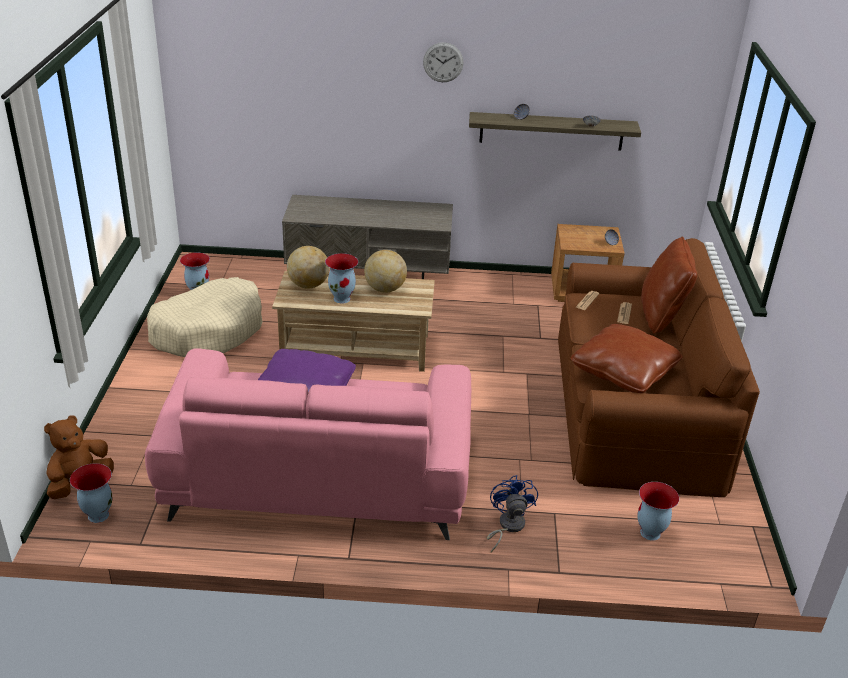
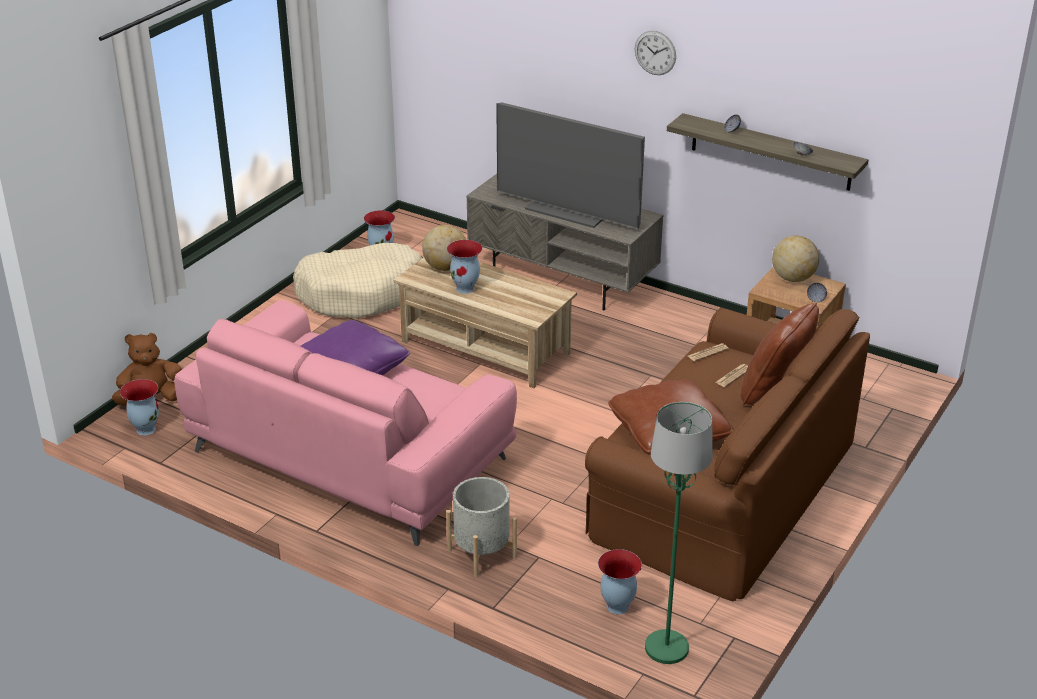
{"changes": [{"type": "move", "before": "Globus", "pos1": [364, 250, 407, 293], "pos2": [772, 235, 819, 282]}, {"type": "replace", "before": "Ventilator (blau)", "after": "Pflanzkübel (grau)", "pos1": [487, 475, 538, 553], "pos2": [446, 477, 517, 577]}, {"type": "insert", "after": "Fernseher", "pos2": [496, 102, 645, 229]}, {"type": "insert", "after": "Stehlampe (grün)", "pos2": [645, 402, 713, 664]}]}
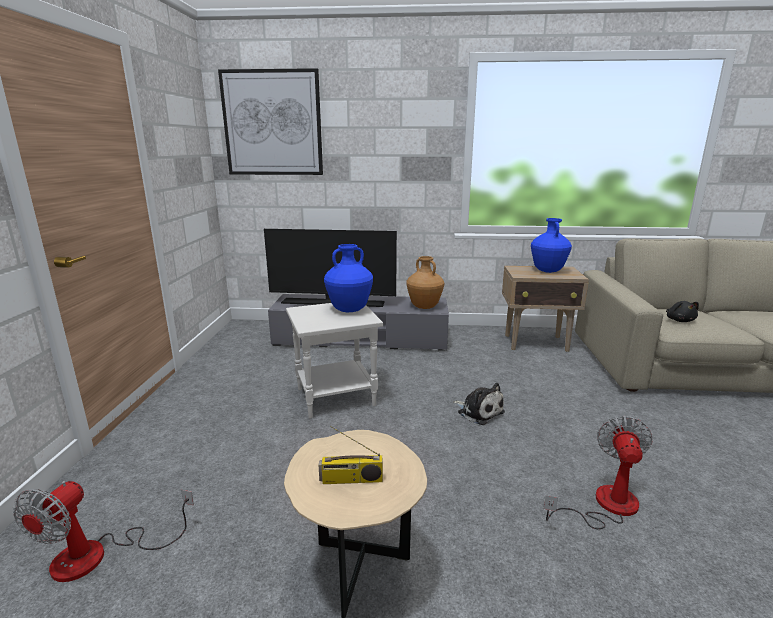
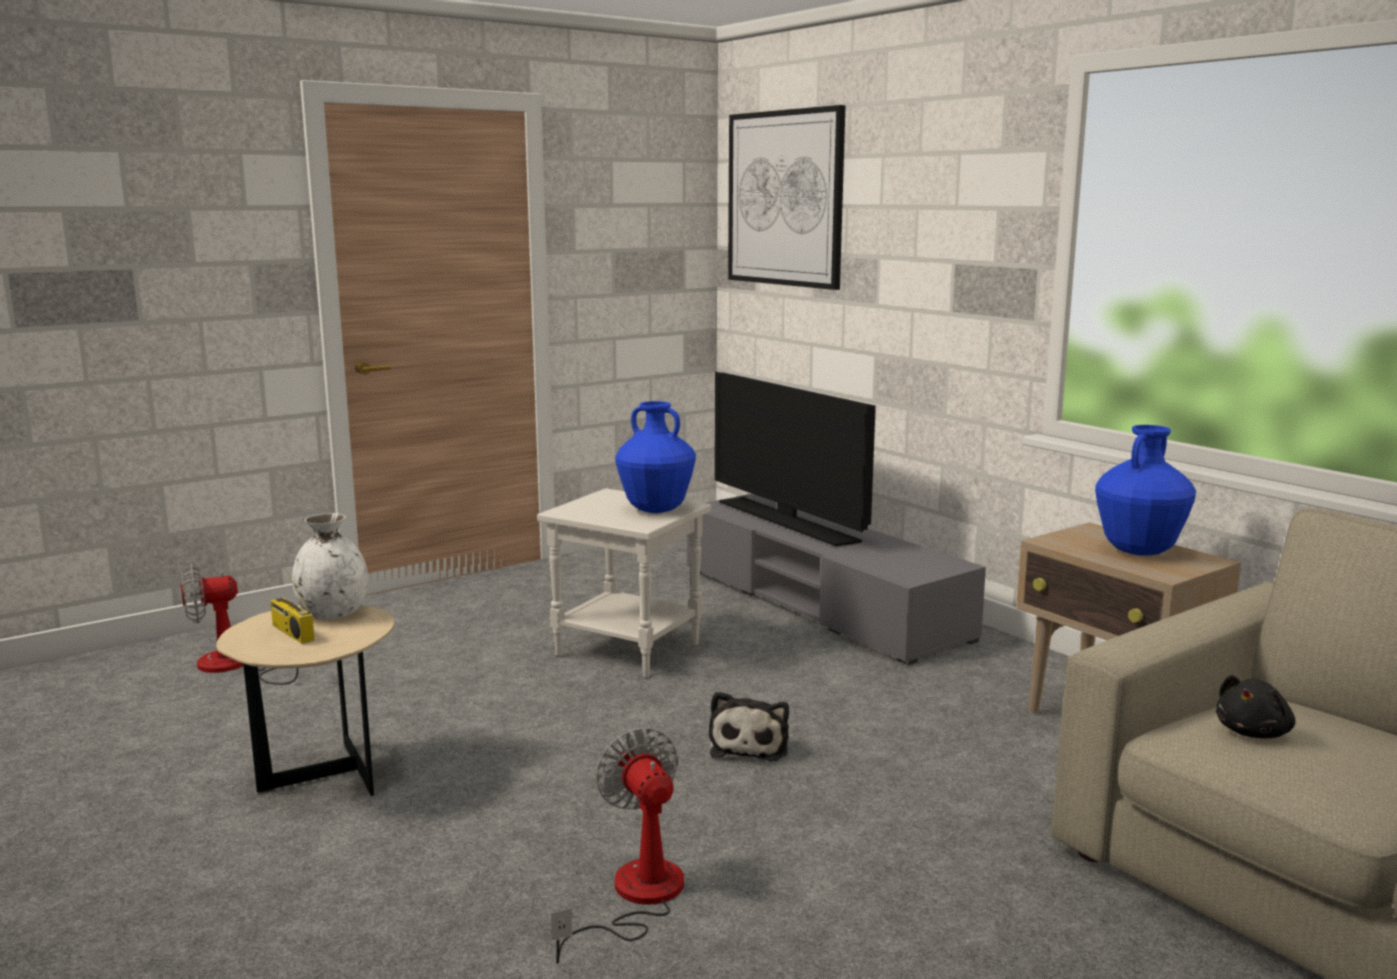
{"changes": [{"type": "delete", "before": "Vase (braun)", "pos1": [407, 256, 444, 309]}, {"type": "rotate", "before": "Ventilator", "pos1": [544, 416, 653, 529], "pos2": [551, 727, 684, 964], "turn": -90}, {"type": "insert", "after": "Vase (weiß)", "pos2": [292, 513, 368, 619]}]}
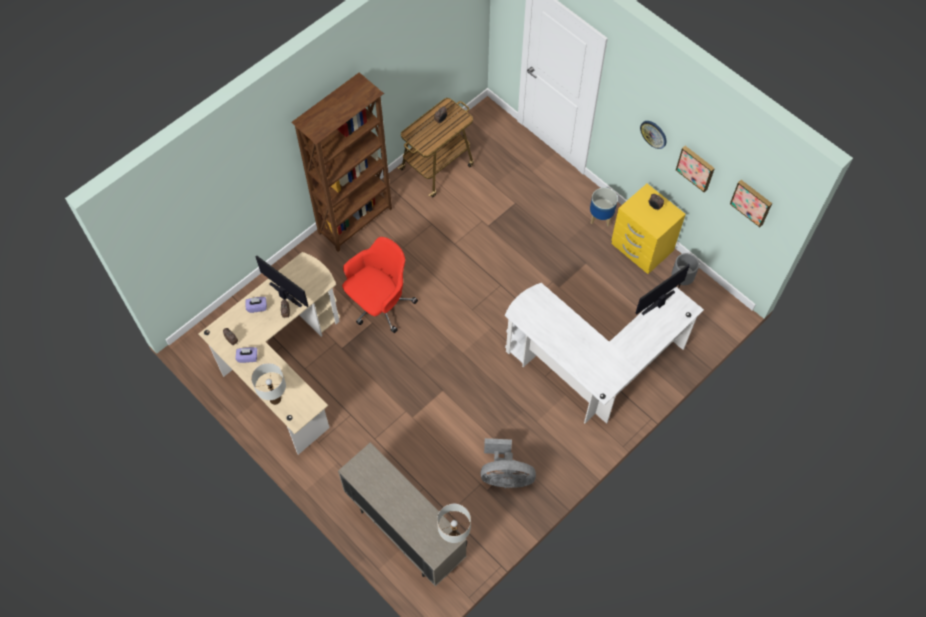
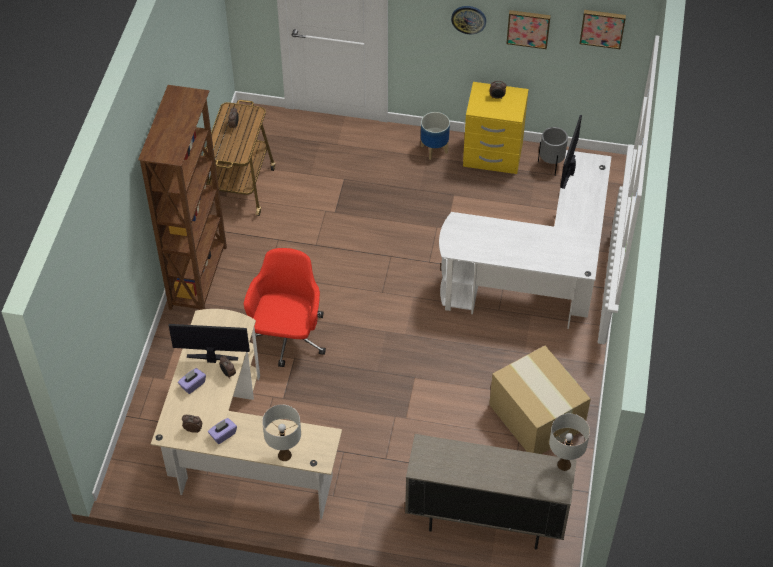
{"changes": [{"type": "replace", "before": "Ventilator (grau)", "after": "Karton", "pos1": [481, 438, 536, 489], "pos2": [489, 346, 591, 454]}]}
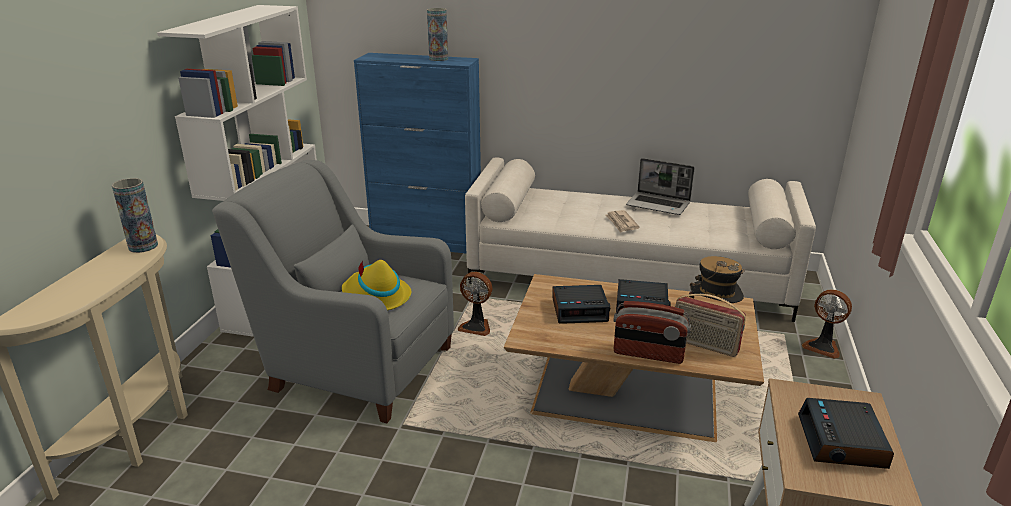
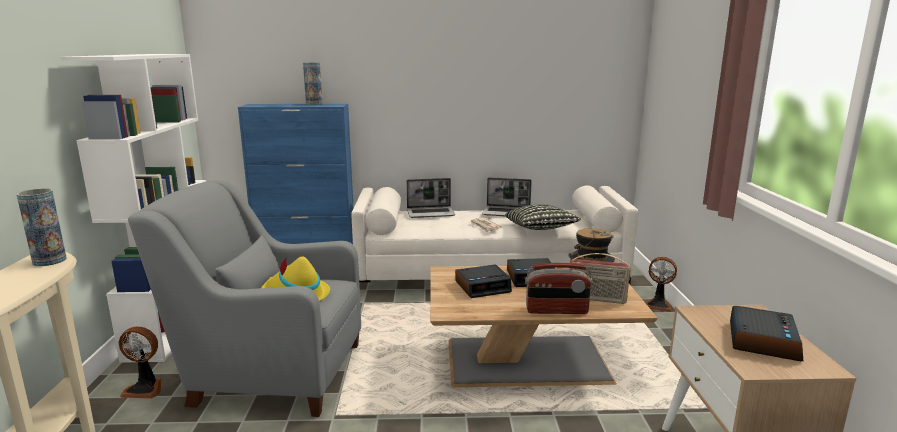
{"changes": [{"type": "move", "before": "Ventilator", "pos1": [458, 272, 492, 336], "pos2": [119, 326, 161, 398]}, {"type": "rotate", "before": "Wecker", "pos1": [798, 398, 894, 469], "pos2": [730, 306, 803, 361], "turn": -150}, {"type": "insert", "after": "Laptop", "pos2": [406, 178, 455, 218]}, {"type": "insert", "after": "Kissen", "pos2": [505, 204, 581, 230]}]}
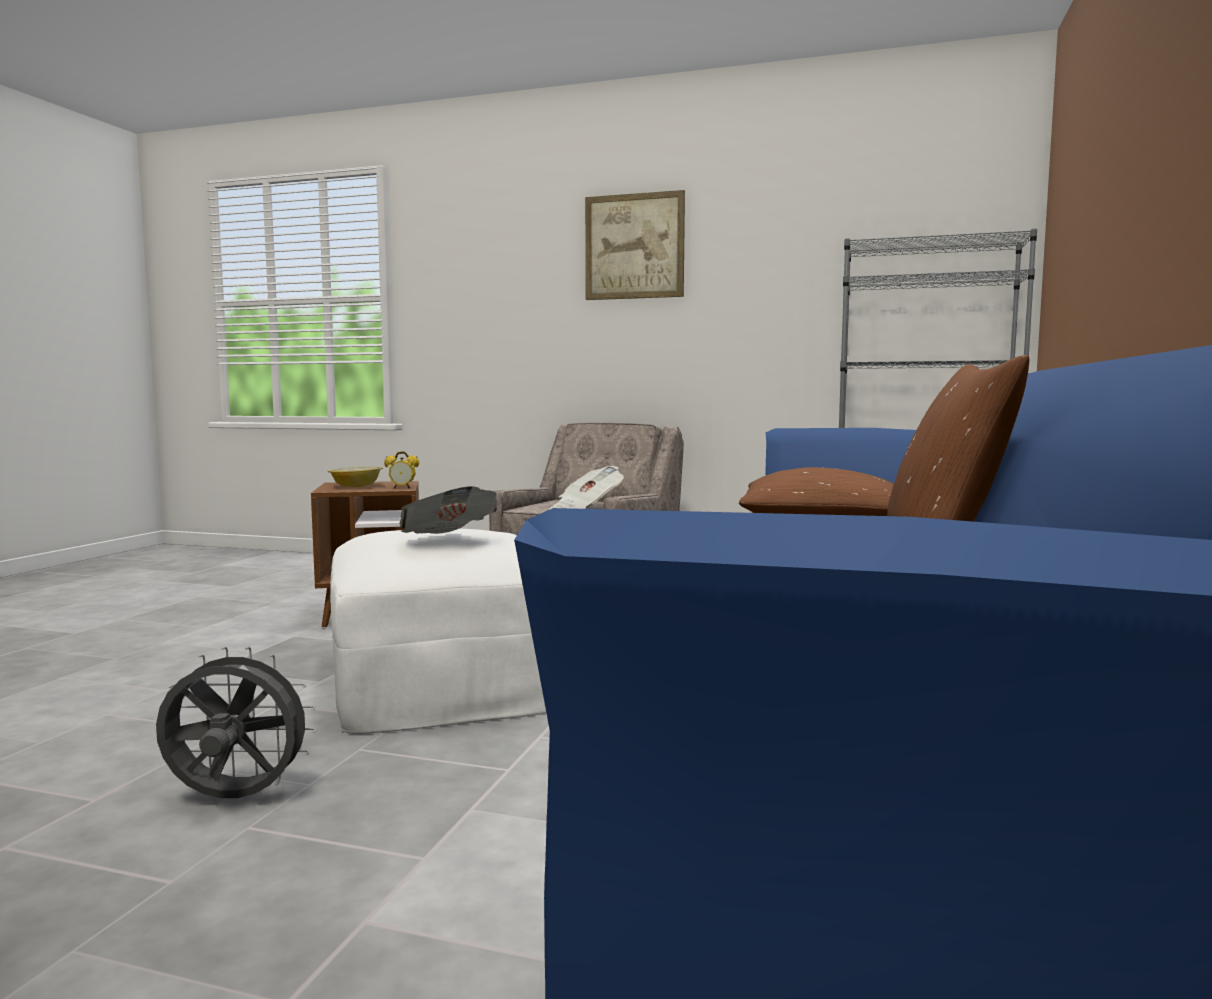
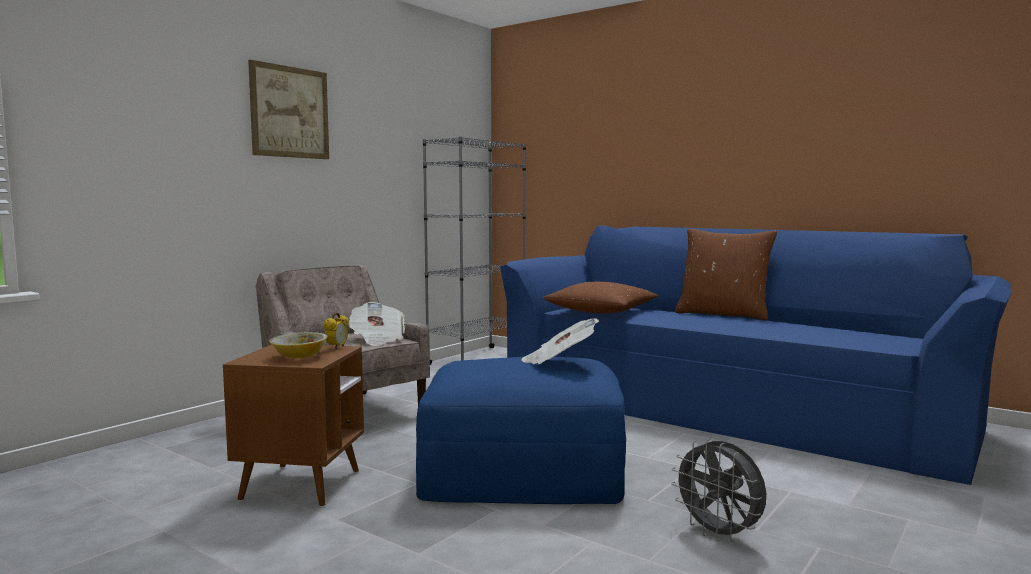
{"changes": [{"type": "rotate", "before": "Ventilator (grau)", "pos1": [156, 647, 316, 798], "pos2": [671, 439, 766, 542], "turn": -60}, {"type": "recolor", "before": "Polsterhocker (weiß)", "after": "Polsterhocker (blau)", "pos1": [330, 529, 546, 734], "pos2": [416, 357, 626, 504]}]}
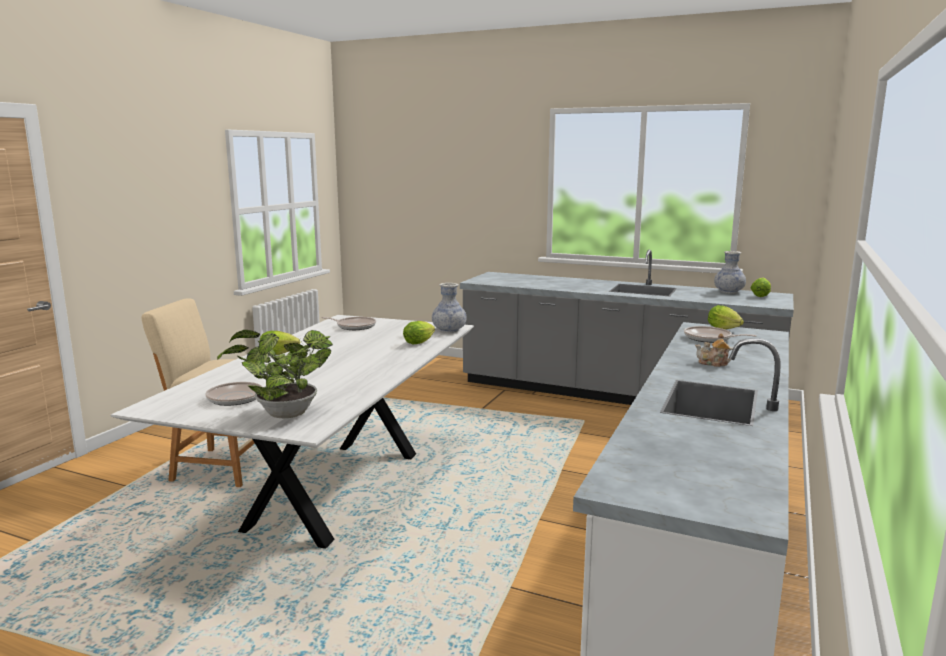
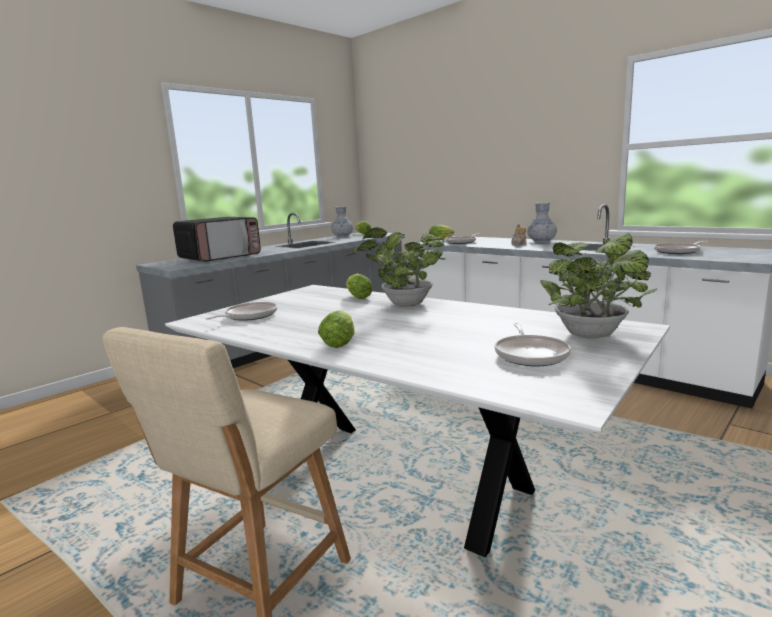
{"changes": [{"type": "move", "before": "Vase", "pos1": [432, 283, 467, 333], "pos2": [527, 202, 557, 243]}, {"type": "insert", "after": "Mikrowelle", "pos2": [173, 217, 261, 262]}, {"type": "insert", "after": "Topfpflanze", "pos2": [353, 227, 445, 307]}, {"type": "insert", "after": "Pfanne", "pos2": [654, 241, 707, 254]}]}
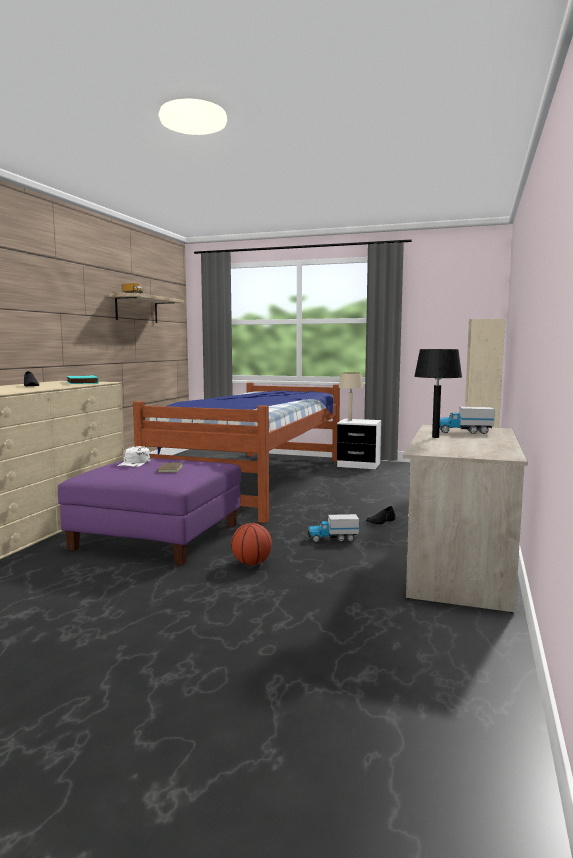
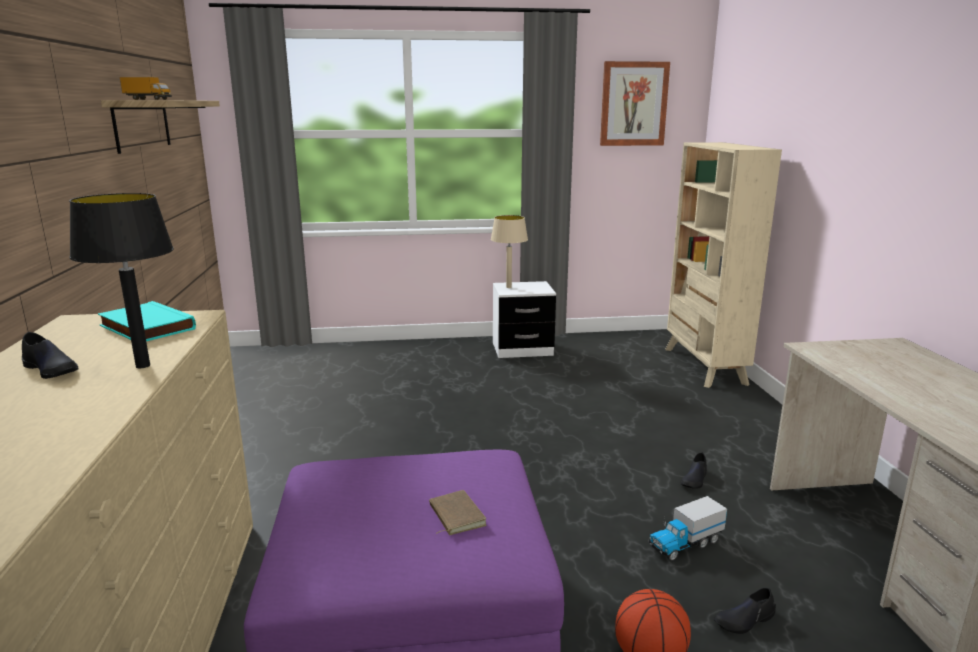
{"changes": [{"type": "delete", "before": "Kappe (weiß)", "pos1": [118, 446, 150, 467]}, {"type": "delete", "before": "Bett", "pos1": [133, 383, 340, 523]}, {"type": "move", "before": "Tischlampe (schwarz)", "pos1": [414, 349, 462, 438], "pos2": [69, 193, 174, 368]}, {"type": "delete", "before": "Spielzeuglaster", "pos1": [440, 407, 495, 434]}, {"type": "insert", "after": "Bild", "pos2": [600, 61, 670, 146]}, {"type": "insert", "after": "Schuh (schwarz)", "pos2": [714, 588, 776, 634]}]}
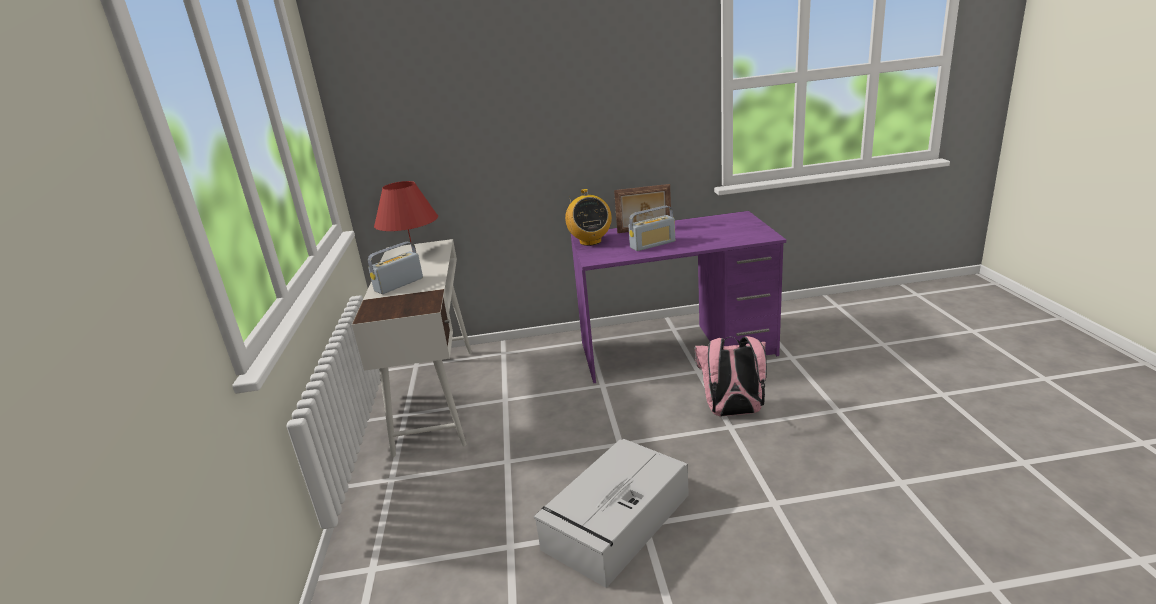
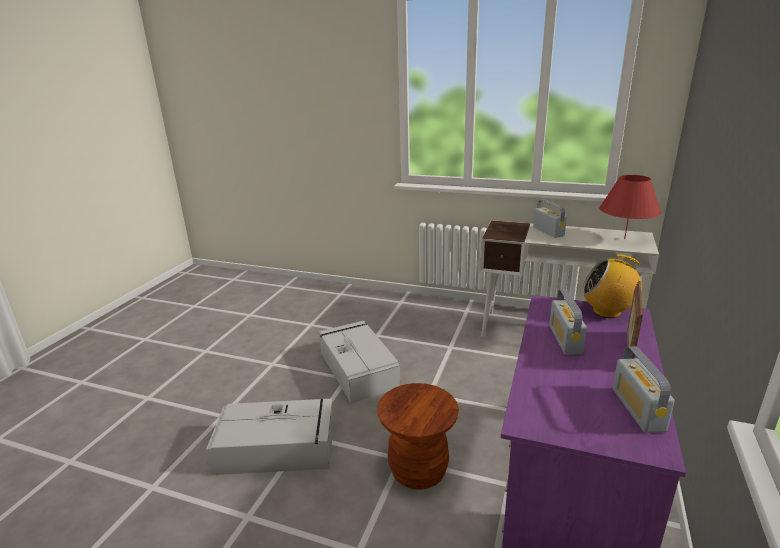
{"changes": [{"type": "replace", "before": "Rucksack (rosa)", "after": "Hocker (braun)", "pos1": [695, 336, 767, 416], "pos2": [377, 383, 459, 490]}, {"type": "insert", "after": "Aufbewahrungsbox (grau)", "pos2": [206, 398, 334, 475]}, {"type": "insert", "after": "Radio", "pos2": [613, 346, 675, 433]}]}
